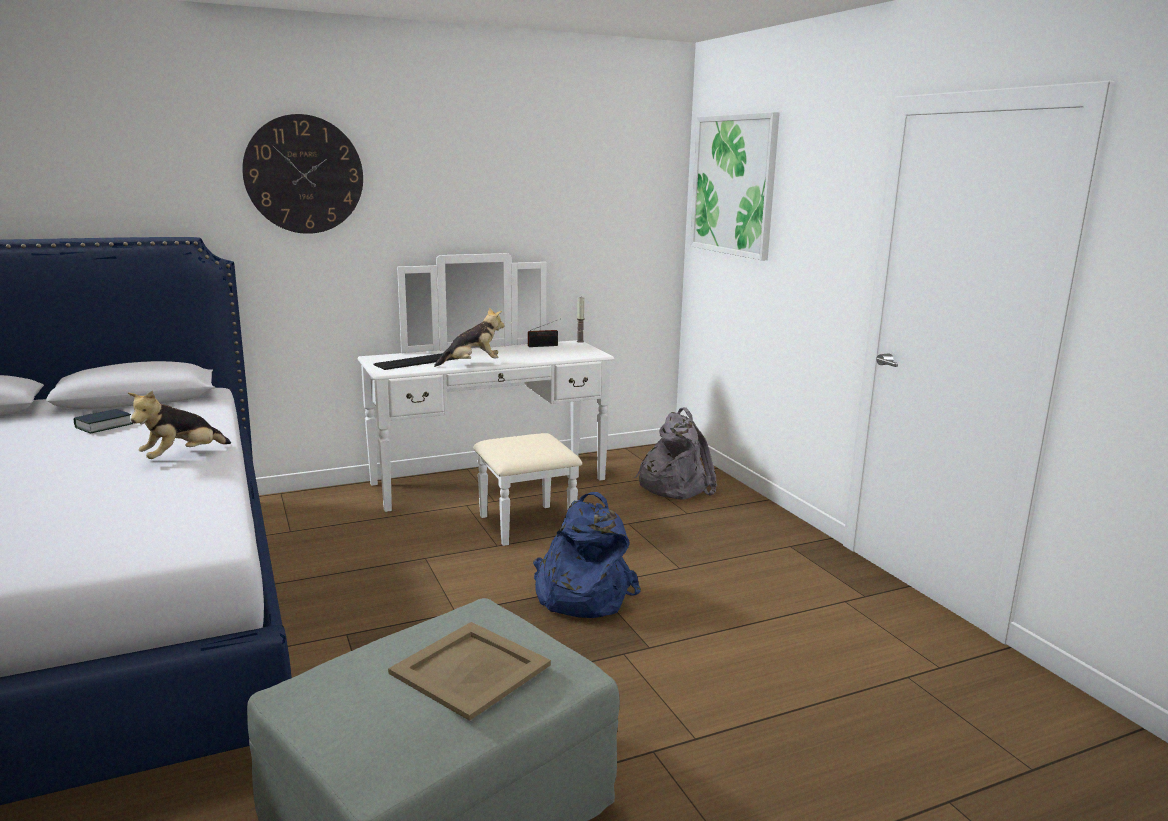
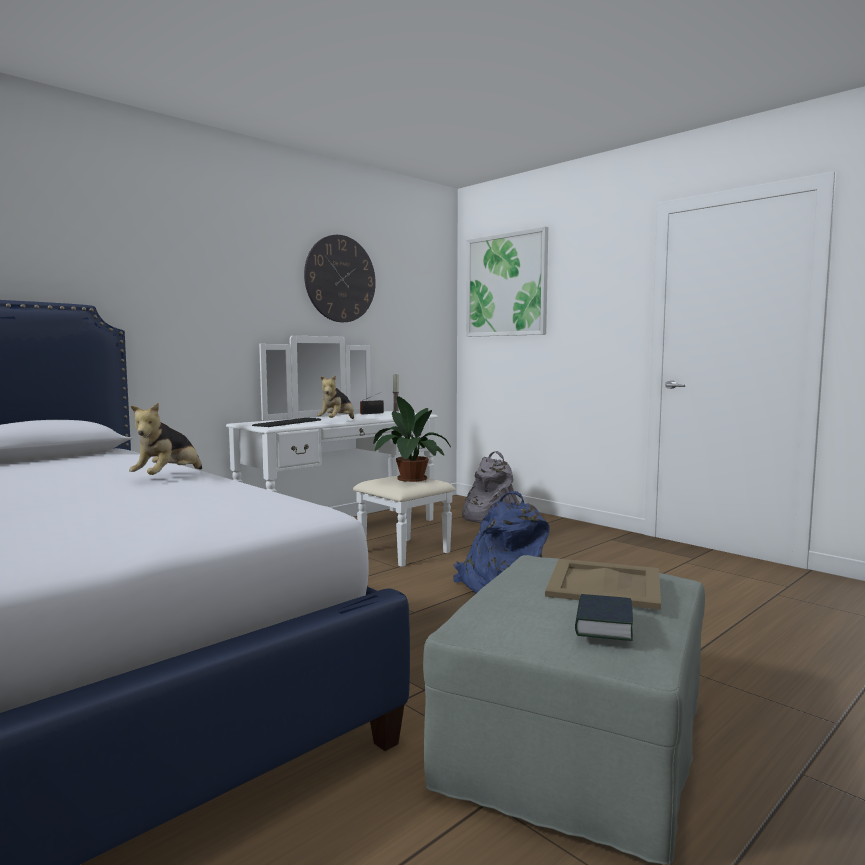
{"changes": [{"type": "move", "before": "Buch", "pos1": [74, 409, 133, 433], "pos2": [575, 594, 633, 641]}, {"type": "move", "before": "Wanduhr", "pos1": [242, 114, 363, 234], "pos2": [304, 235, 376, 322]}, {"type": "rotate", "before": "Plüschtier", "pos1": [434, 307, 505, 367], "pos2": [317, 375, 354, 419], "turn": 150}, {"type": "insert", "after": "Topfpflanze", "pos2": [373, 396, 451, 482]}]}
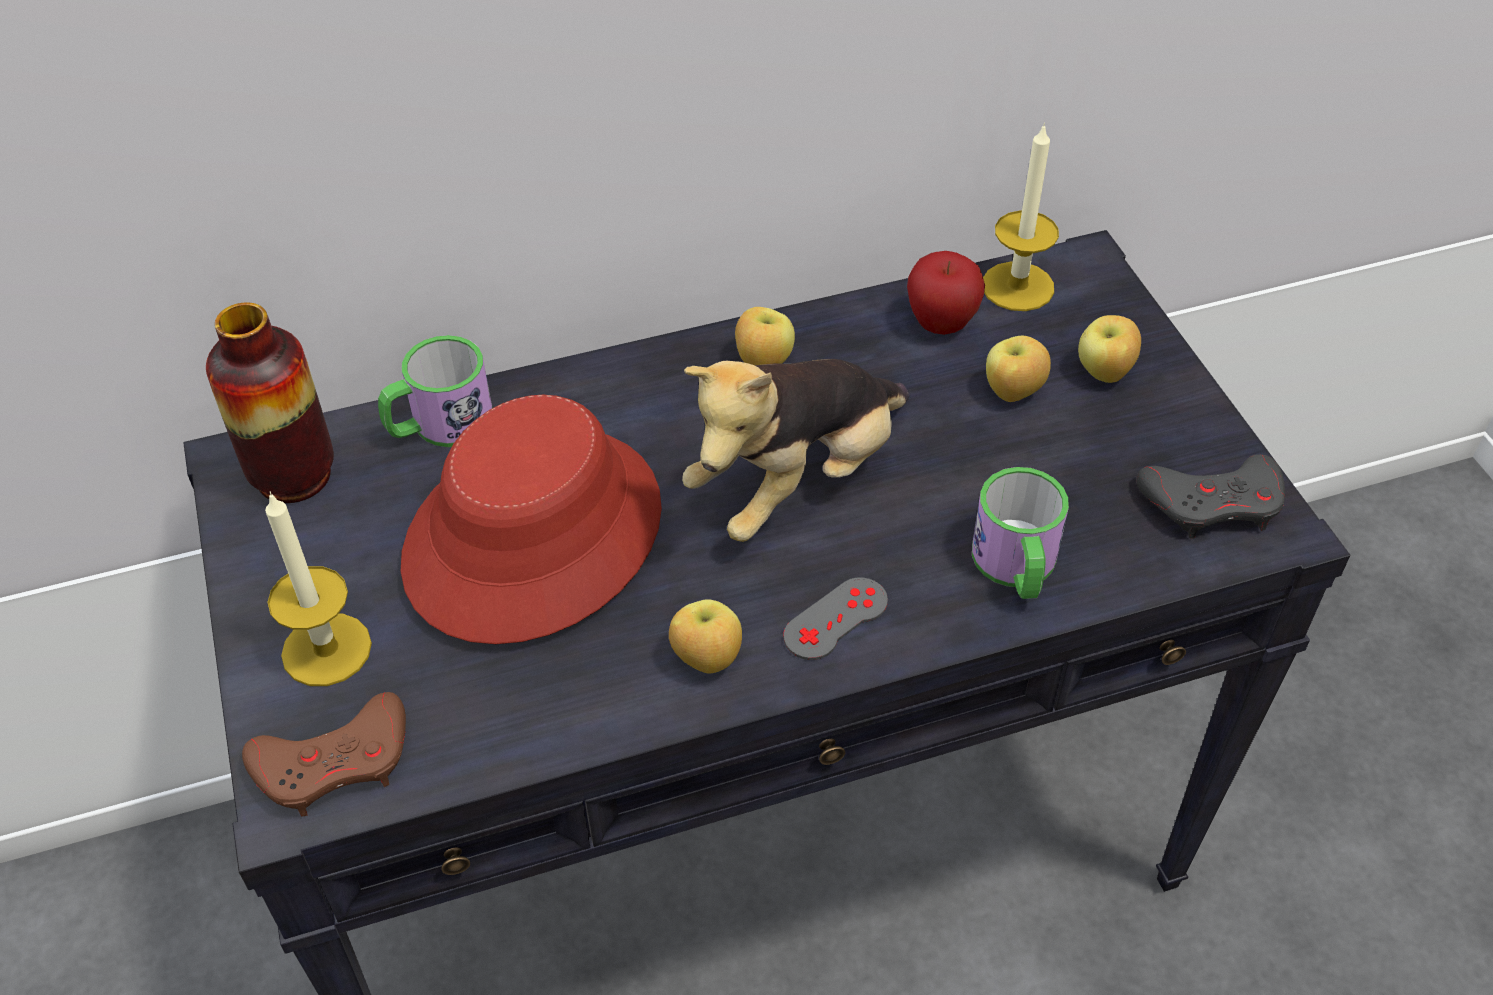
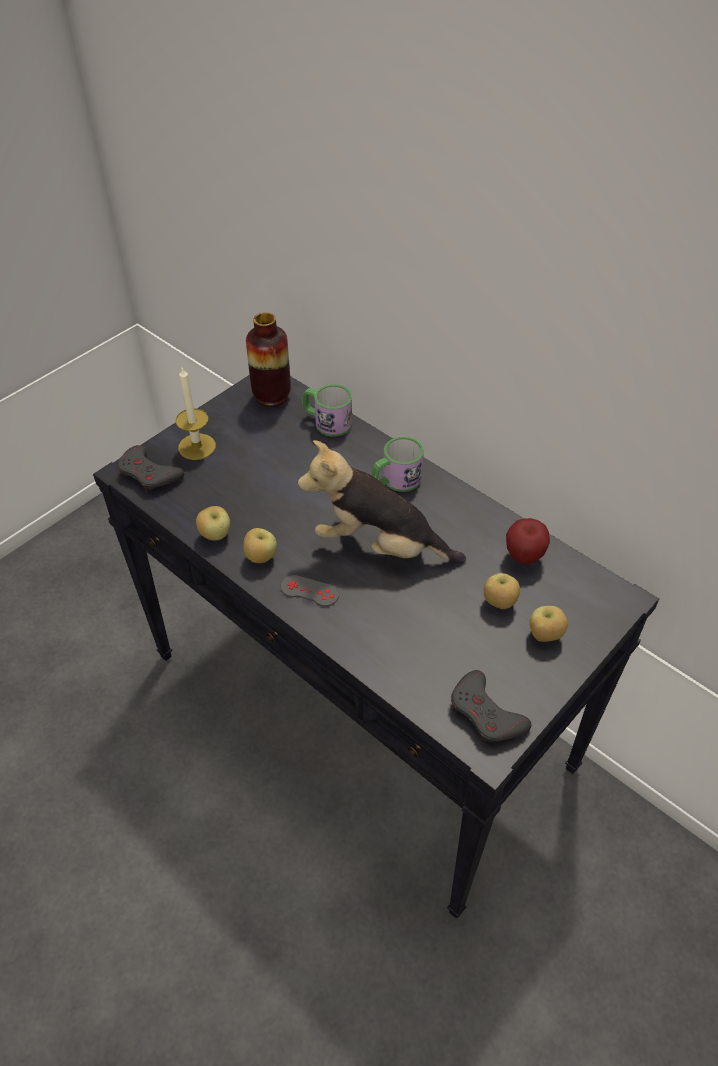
{"changes": [{"type": "recolor", "before": "Gamepad (braun)", "after": "Gamepad (grau)", "pos1": [242, 692, 406, 817], "pos2": [118, 445, 184, 493]}, {"type": "delete", "before": "Hut (rot)", "pos1": [401, 395, 662, 644]}, {"type": "move", "before": "Apfel", "pos1": [735, 307, 795, 365], "pos2": [196, 506, 230, 541]}, {"type": "move", "before": "Henkelbecher", "pos1": [972, 467, 1069, 599], "pos2": [372, 436, 424, 492]}, {"type": "delete", "before": "Kerze", "pos1": [983, 123, 1059, 311]}]}
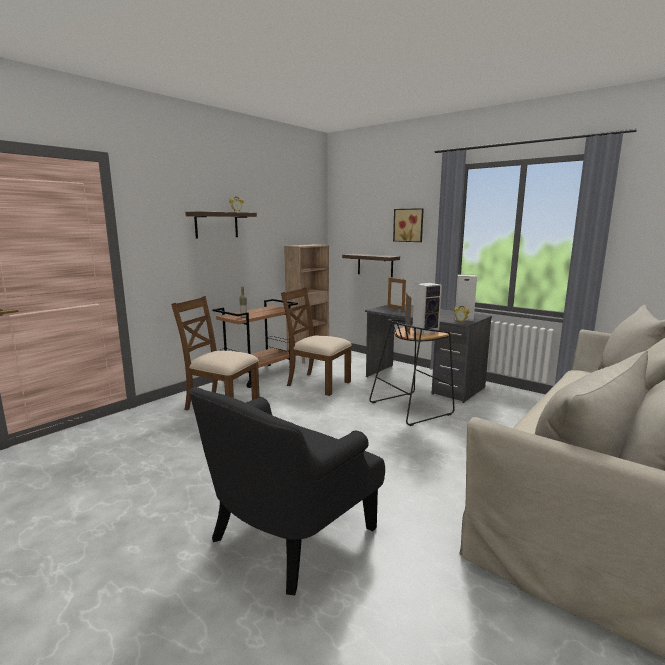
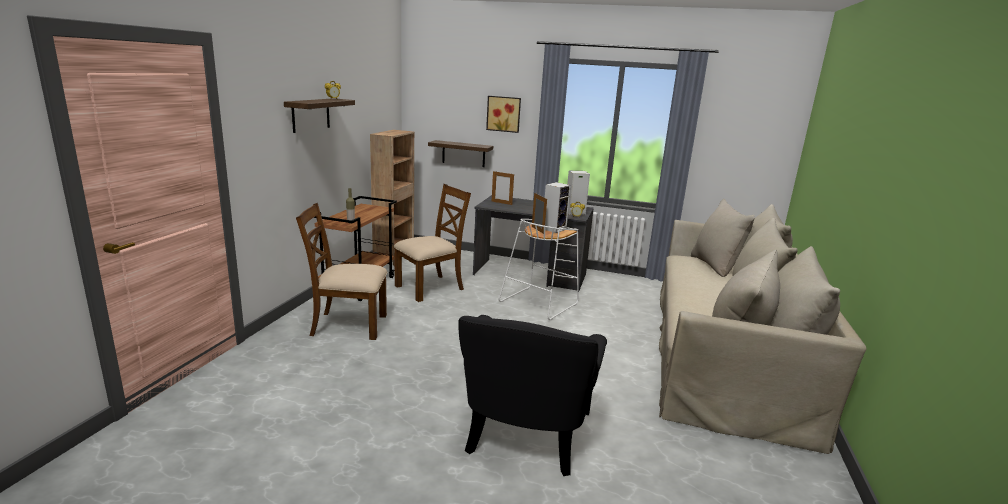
{"changes": [{"type": "rotate", "before": "Stuhl (braun)", "pos1": [281, 287, 352, 396], "pos2": [394, 184, 471, 302], "turn": 135}, {"type": "recolor", "before": "Hocker (schwarz)", "after": "Hocker (weiß)", "pos1": [369, 319, 455, 426], "pos2": [499, 219, 579, 321]}]}
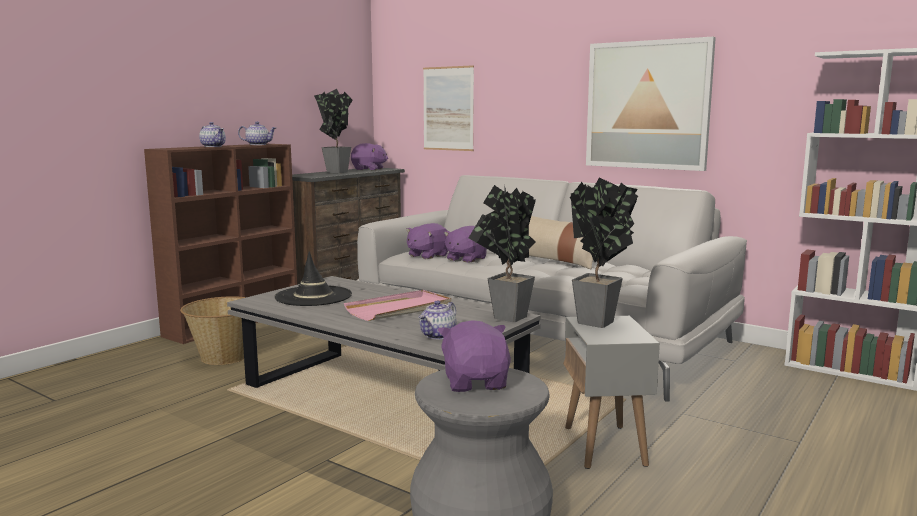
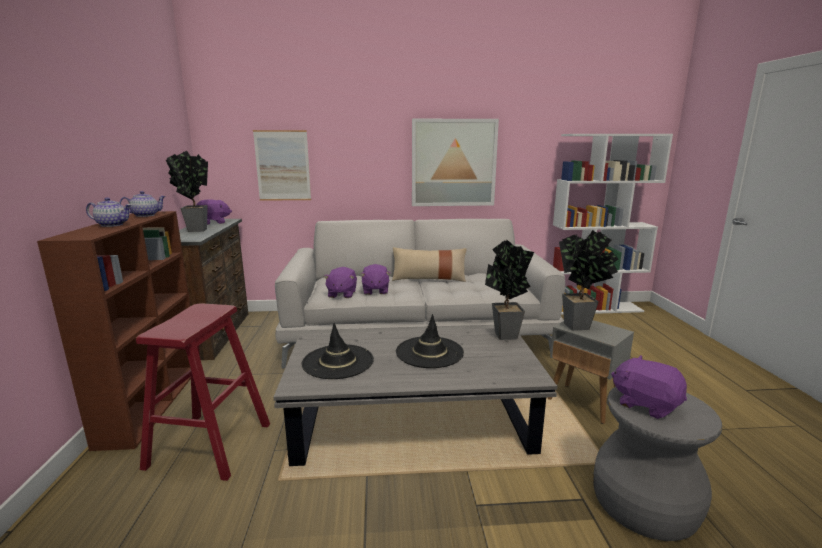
{"changes": [{"type": "replace", "before": "Korb", "after": "Hocker (rot)", "pos1": [180, 296, 246, 365], "pos2": [136, 303, 270, 481]}, {"type": "replace", "before": "Tablett (rosa)", "after": "Hut (schwarz)", "pos1": [344, 290, 451, 321], "pos2": [396, 314, 464, 368]}, {"type": "delete", "before": "Teekanne", "pos1": [419, 300, 457, 339]}]}
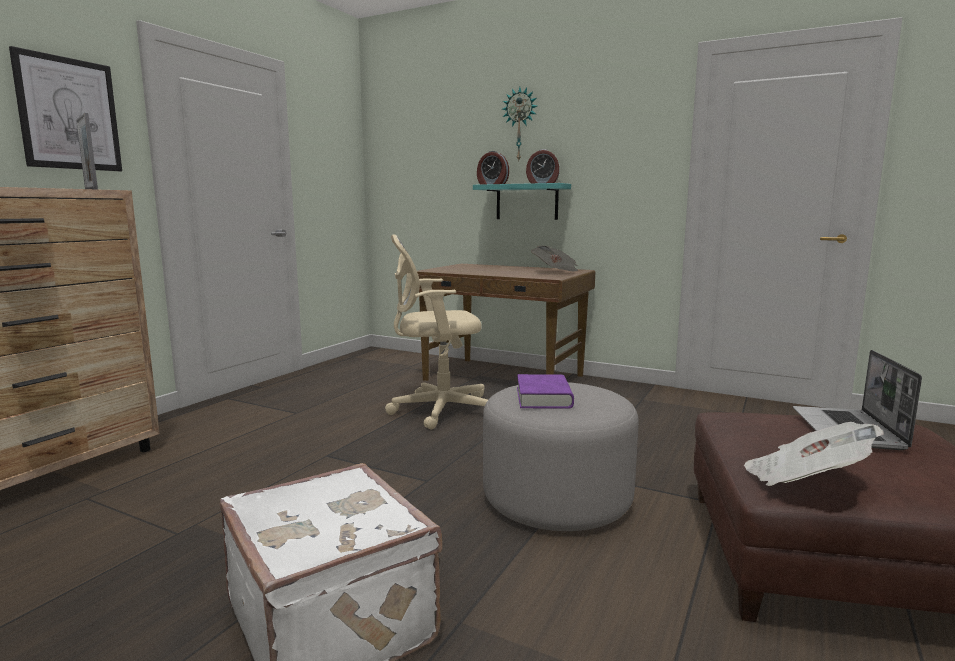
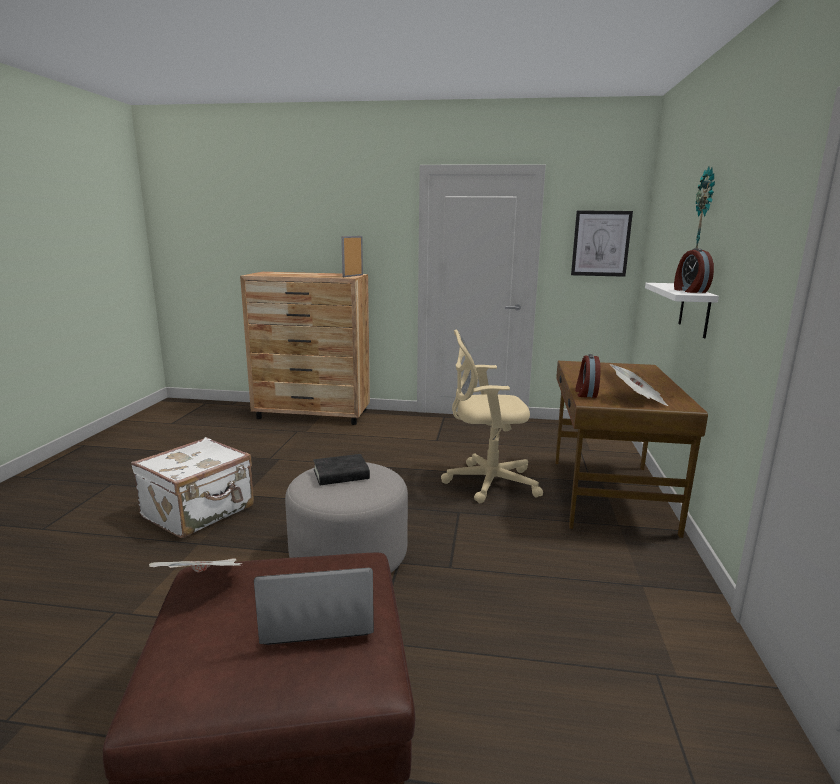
{"changes": [{"type": "move", "before": "Bild", "pos1": [9, 46, 122, 171], "pos2": [571, 210, 633, 277]}, {"type": "rotate", "before": "Bürostuhl (beige)", "pos1": [385, 234, 488, 430], "pos2": [441, 330, 543, 503], "turn": -60}, {"type": "recolor", "before": "Wandregal (türkis)", "after": "Wandregal (weiß)", "pos1": [473, 183, 571, 220], "pos2": [645, 283, 719, 338]}, {"type": "move", "before": "Wecker", "pos1": [477, 151, 509, 185], "pos2": [575, 354, 601, 398]}, {"type": "recolor", "before": "Buch (lila)", "after": "Buch (schwarz)", "pos1": [517, 374, 574, 409], "pos2": [313, 454, 370, 485]}]}
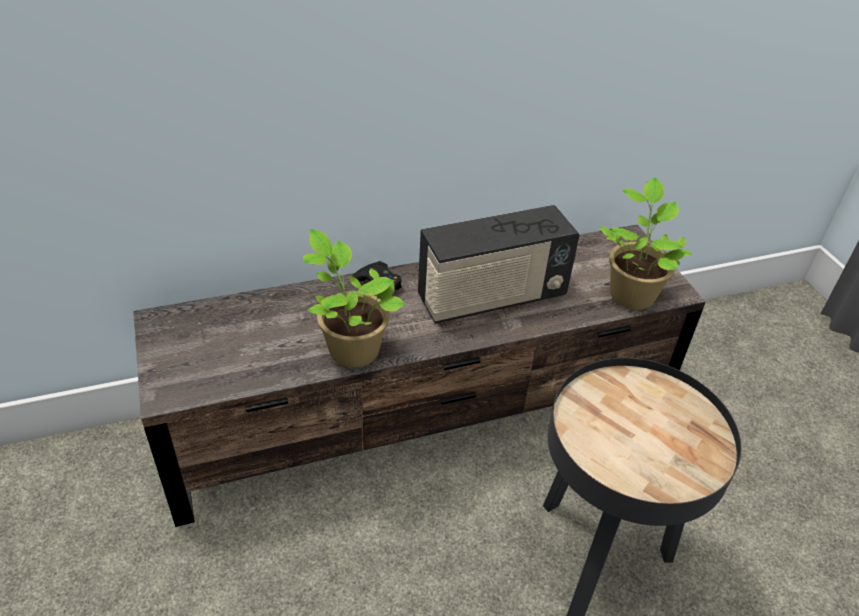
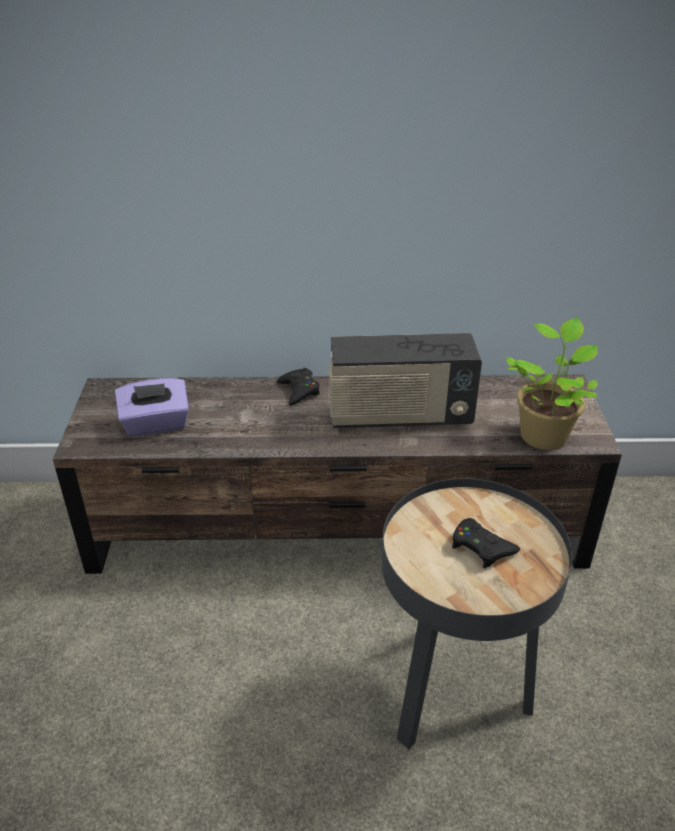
{"changes": [{"type": "delete", "before": "Topfpflanze", "pos1": [303, 229, 405, 368]}, {"type": "insert", "after": "Taschentuchbox (lila)", "pos2": [115, 378, 189, 436]}, {"type": "insert", "after": "Gamepad (schwarz)", "pos2": [452, 518, 520, 569]}]}
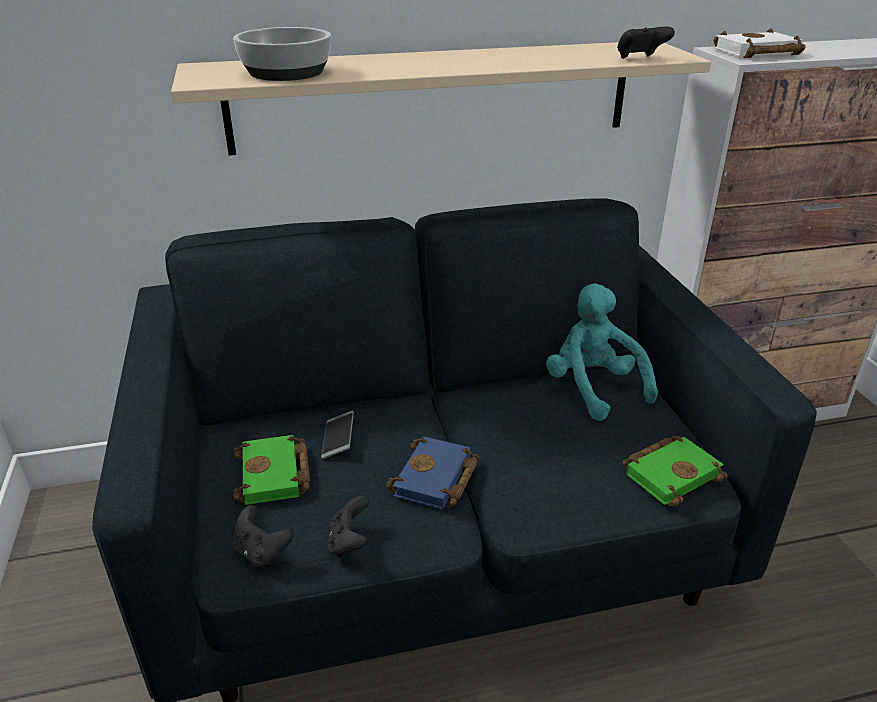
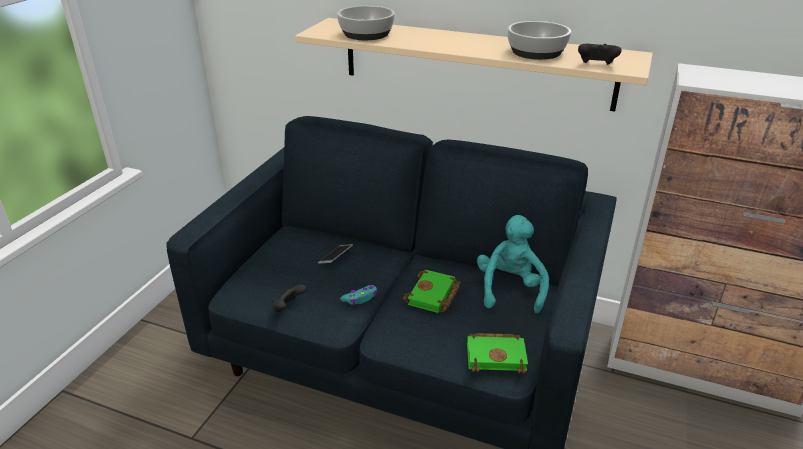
{"changes": [{"type": "delete", "before": "Gamepad (schwarz)", "pos1": [232, 505, 294, 568]}, {"type": "move", "before": "Buch (grün)", "pos1": [233, 435, 310, 505], "pos2": [403, 270, 461, 313]}, {"type": "replace", "before": "Buch (blau)", "after": "Gamepad (türkis)", "pos1": [386, 436, 479, 509], "pos2": [340, 285, 377, 305]}, {"type": "delete", "before": "Buch (weiß)", "pos1": [714, 28, 806, 58]}, {"type": "insert", "after": "Schüssel", "pos2": [507, 21, 571, 60]}]}
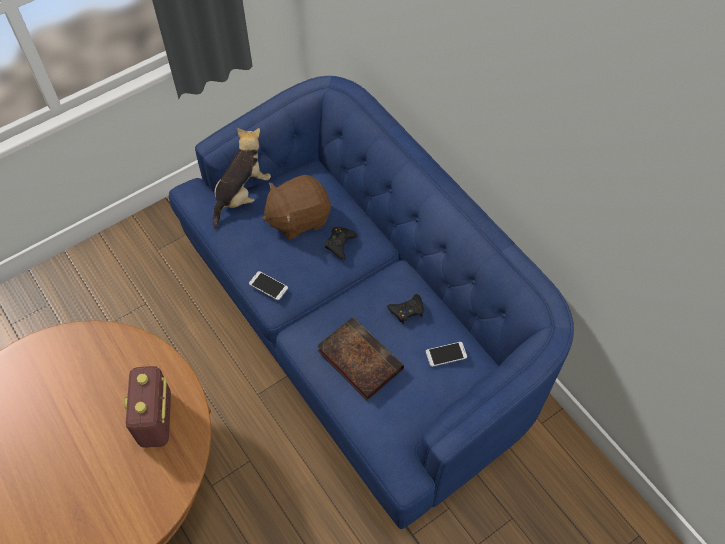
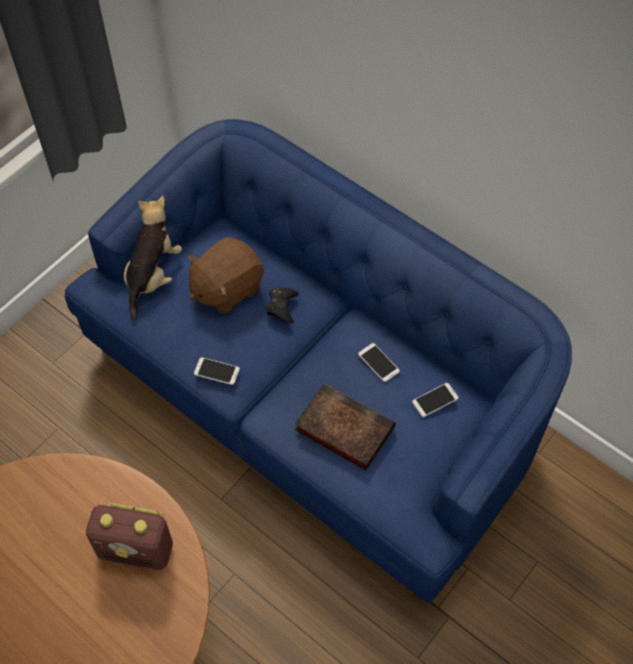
{"changes": [{"type": "rotate", "before": "Radio", "pos1": [124, 366, 171, 448], "pos2": [86, 503, 173, 570], "turn": -60}, {"type": "replace", "before": "Gamepad (schwarz)", "after": "Handy", "pos1": [387, 294, 424, 324], "pos2": [358, 343, 400, 382]}]}
